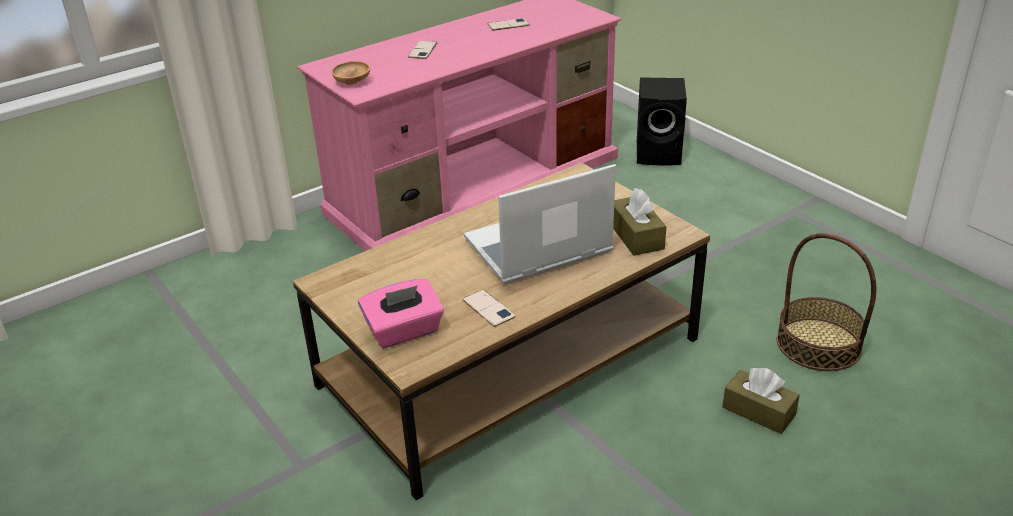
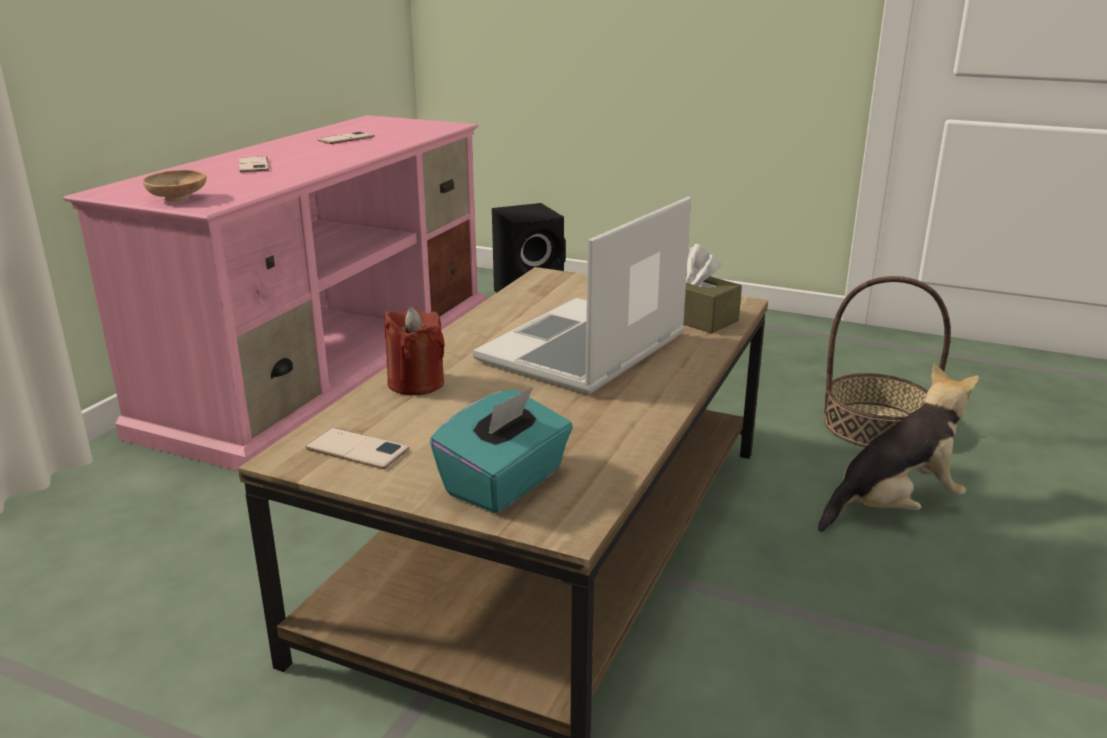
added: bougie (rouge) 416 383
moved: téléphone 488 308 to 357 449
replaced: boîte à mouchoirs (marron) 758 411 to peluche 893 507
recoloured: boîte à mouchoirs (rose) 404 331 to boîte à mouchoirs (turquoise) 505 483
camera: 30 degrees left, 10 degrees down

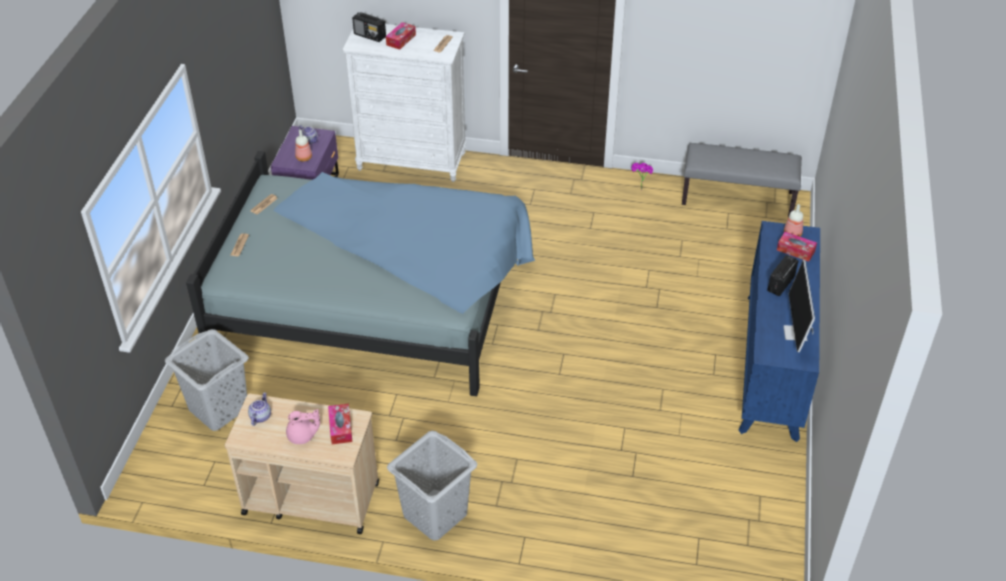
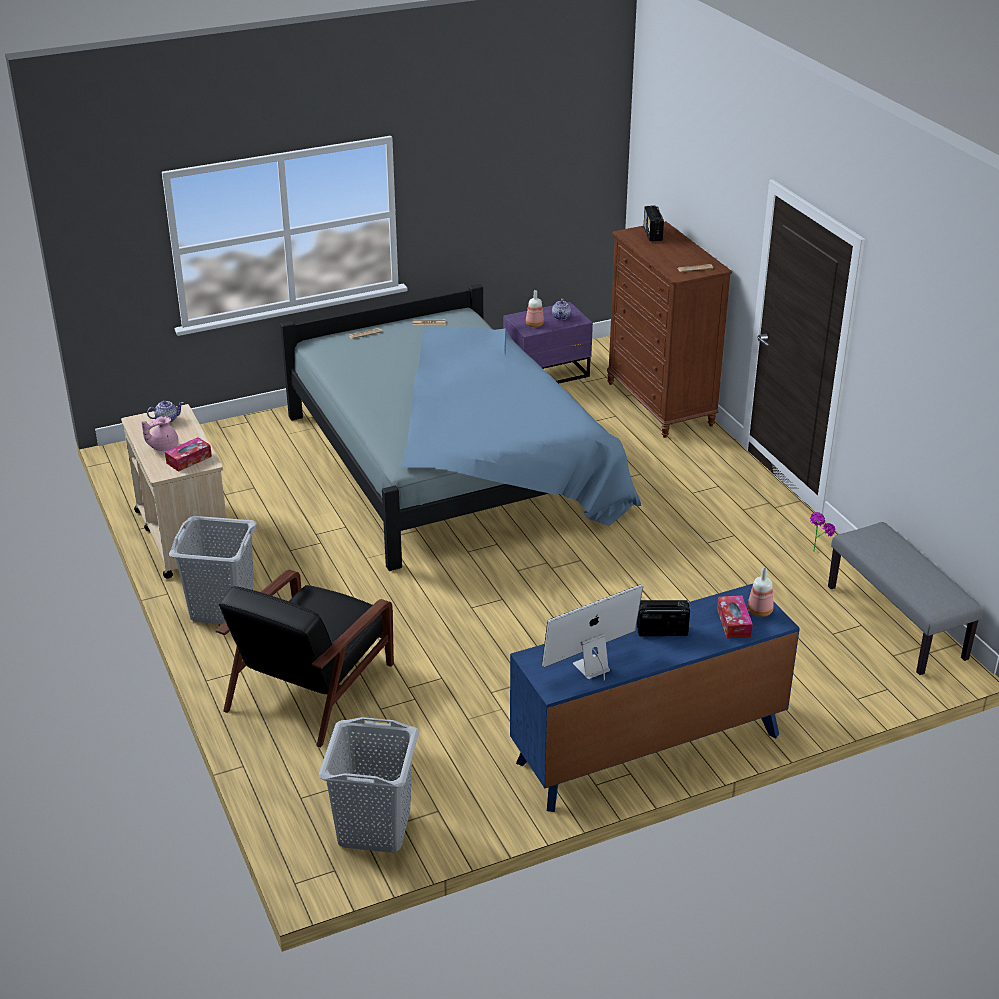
removed: boîte à mouchoirs 401 40
added: fauteuil (noir) 312 685
moved: panier à linge (gris) 218 409 to 373 828
recoloured: commode (blanc) 412 161 to commode (marron) 660 404
turned: théière (rose) 303 436 = 163 447 90 degrees clockwise
camera: 55 degrees right, 10 degrees down

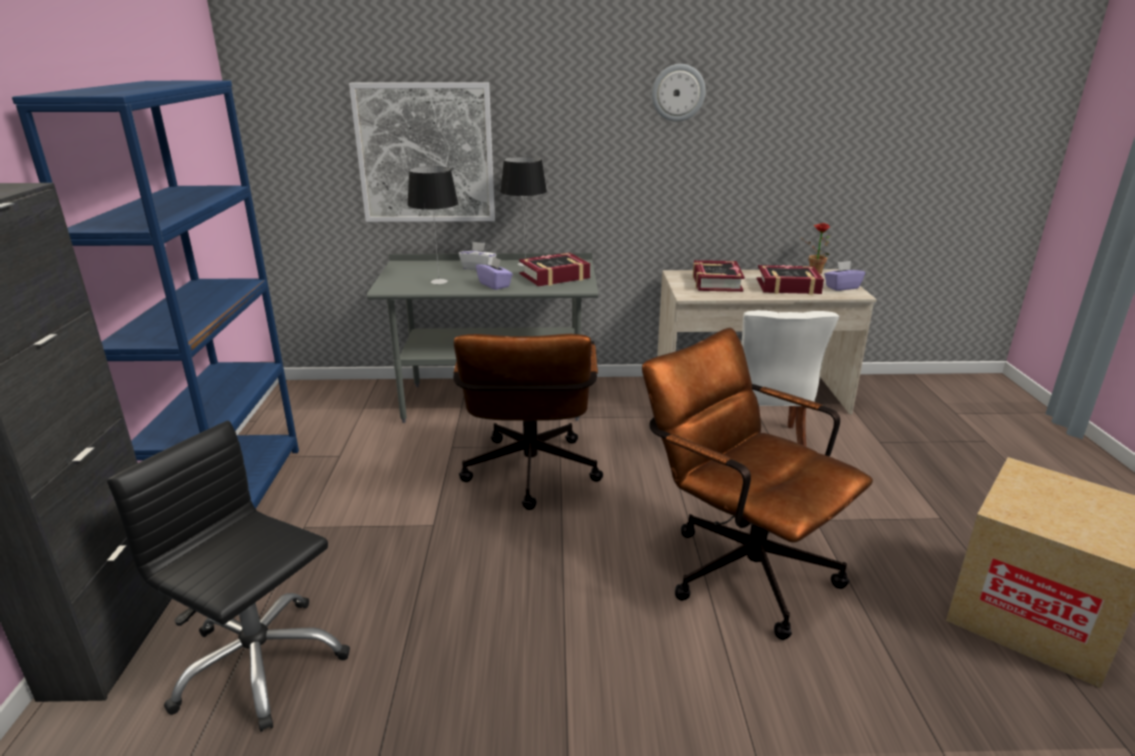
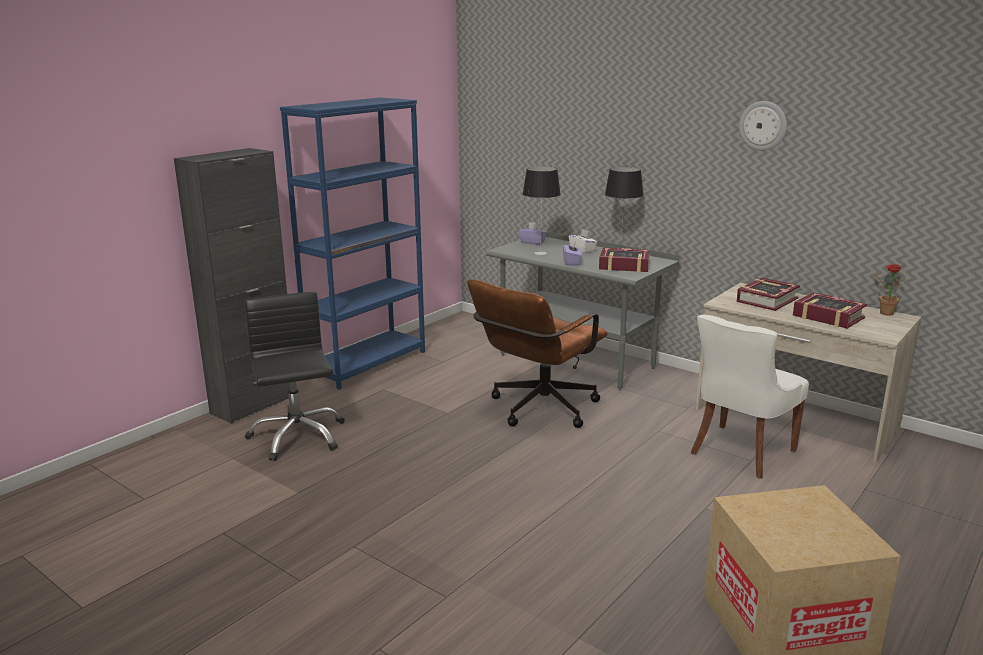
removed: tableau 425 154; chaise de bureau (marron) 738 566
moved: boîte à mouchoirs (violet) 841 287 to 532 242
camera: 40 degrees right, 5 degrees down

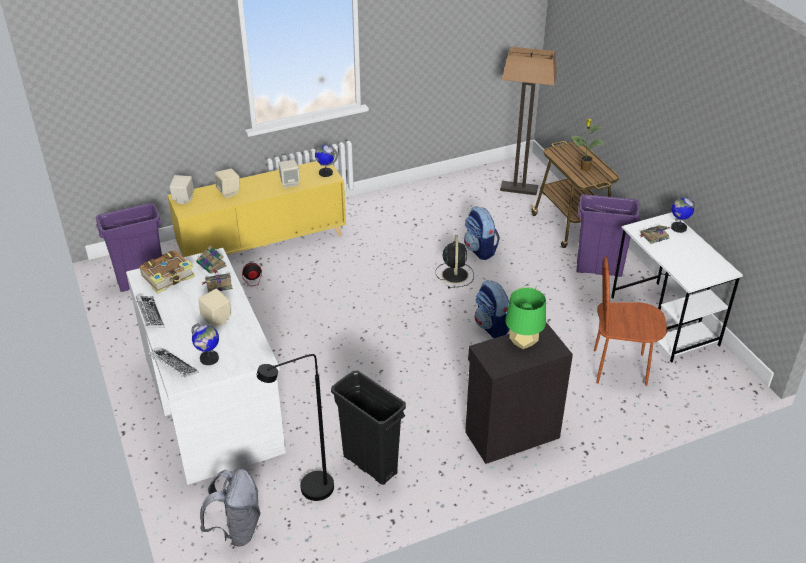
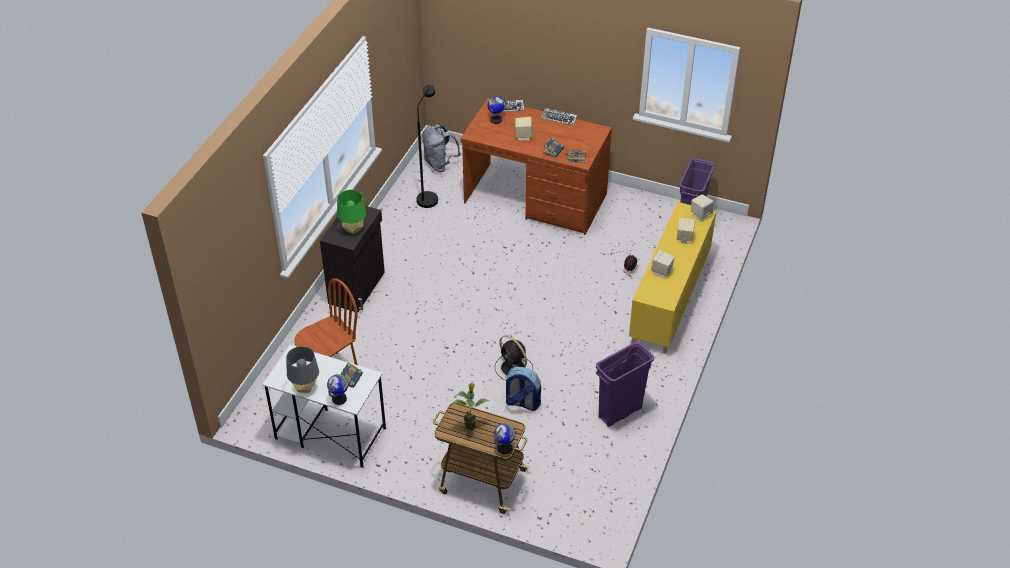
removed: lampadaire 519 189; livre 169 277; sac à dos 492 326; poubelle (noir) 369 464
added: lampe de table (gris) 305 388
moved: globe 325 173 to 504 448; poubelle (violet) 599 269 to 620 412
recoloured: bureau (blanc) 213 403 to bureau (marron) 535 199
camera: 135 degrees right, 5 degrees up

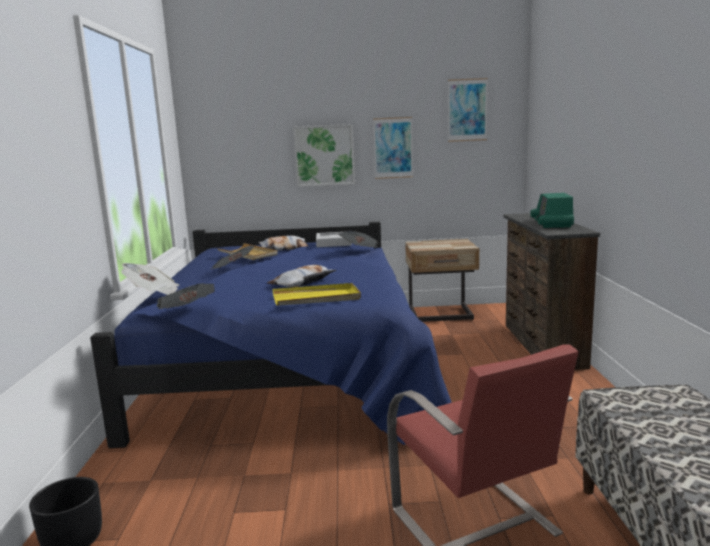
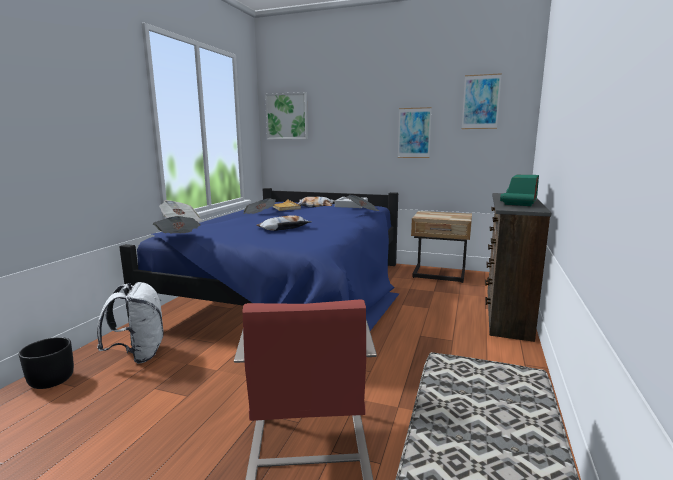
removed: plateau (jaune) 316 298
added: sac à dos (blanc) 139 355
moved: tableau 324 155 to 287 116
camera: 20 degrees right, 0 degrees up

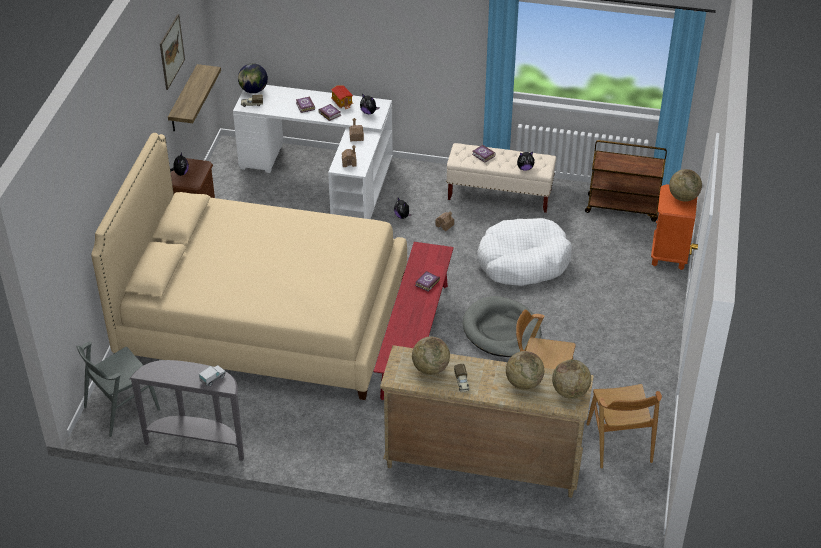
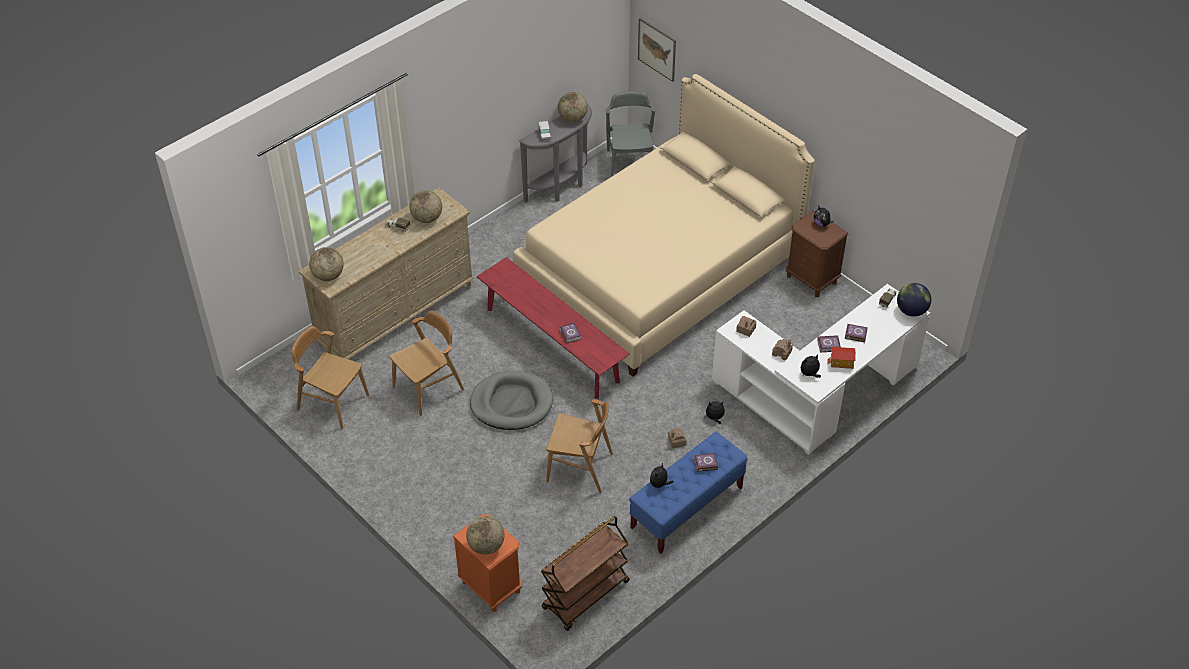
removed: étagère 183 99
moved: tableau 171 51 to 657 49; globe 523 383 to 572 118
replaced: panier pour chien (blanc) 522 261 to chaise (marron) 580 468
recoloured: banc (beige) 500 195 to banc (bleu) 686 508
camera: 125 degrees right, 5 degrees up

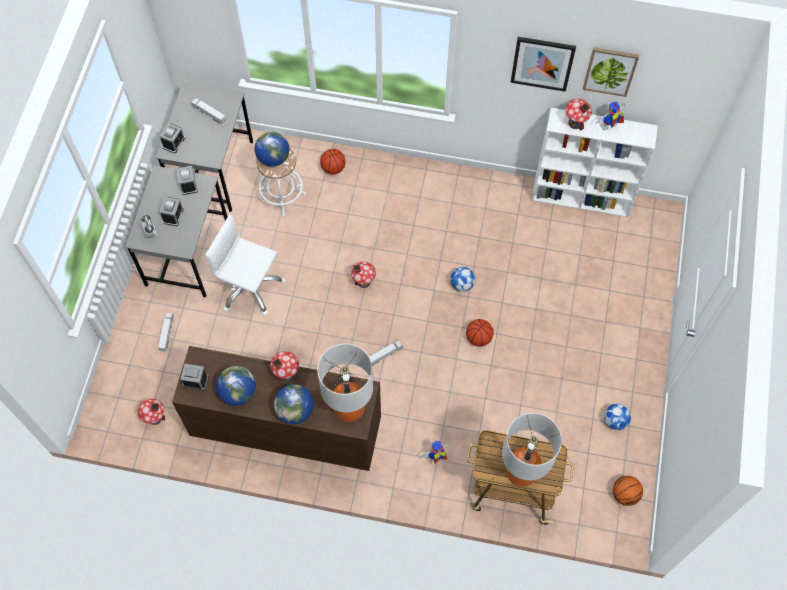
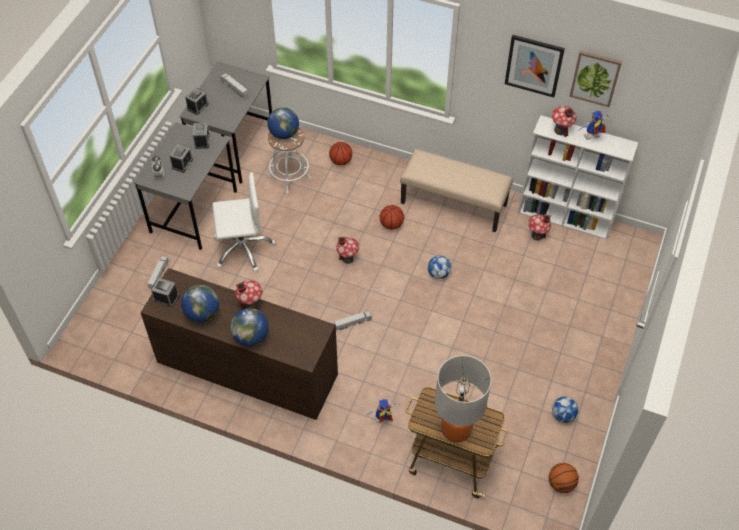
removed: lampe de table 348 407
added: banc (beige) 454 204
moved: ballon de basket 478 338 to 391 224; maison miniature 155 418 to 537 235
turned: chaise de bureau (blanc) 250 288 = 243 248 135 degrees clockwise
camera: 10 degrees right, 10 degrees down

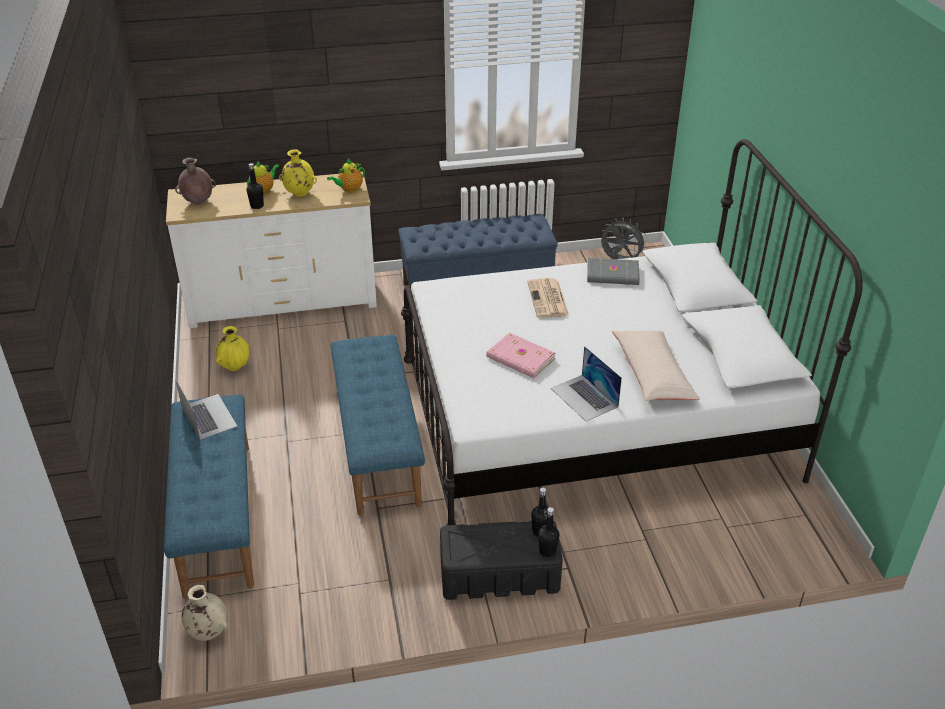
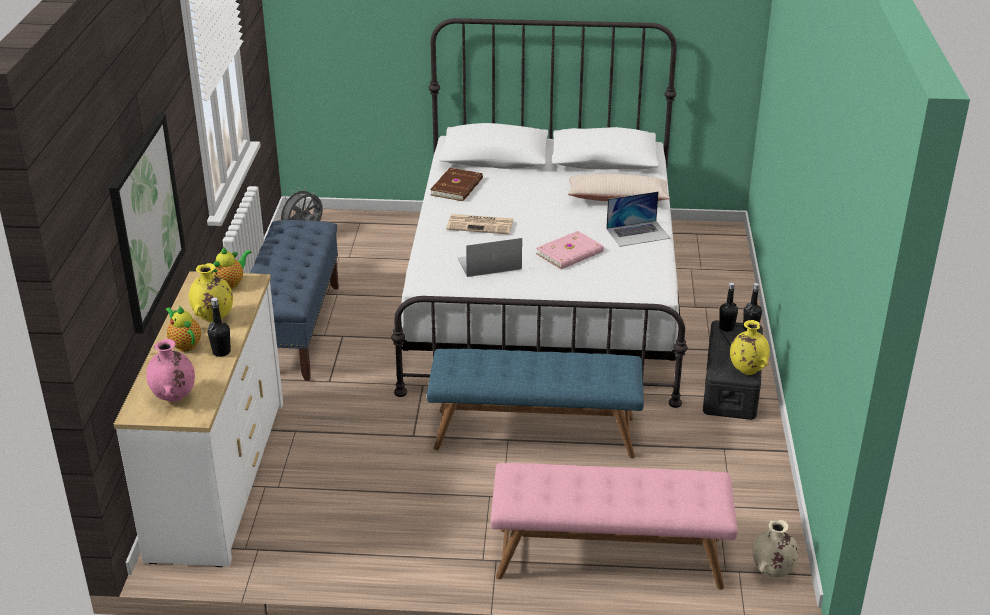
added: tableau 146 221
moved: vase (jaune) 235 367 to 746 370; ordinateur portable 208 416 to 489 263
recoloured: vase (marron) 198 202 to vase (rose) 174 398; livre (gris) 613 275 to livre (marron) 458 187; banc (bleu) 217 516 to banc (rose) 608 558
turned: théière 349 189 = 230 284 120 degrees counterclockwise
camera: 75 degrees left, 5 degrees down

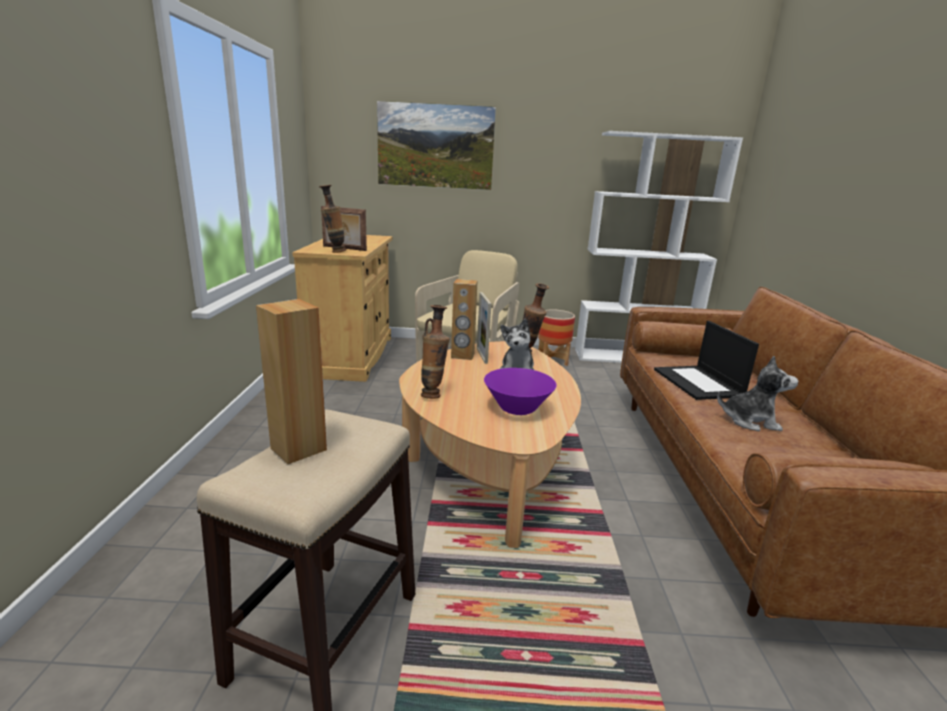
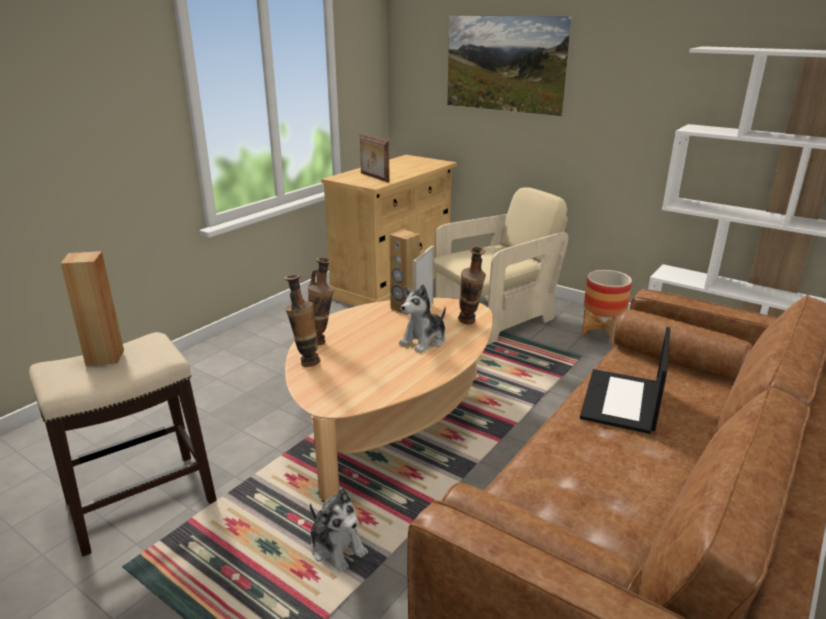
removed: bol (violet) 518 408
moved: vase 334 252 to 305 362; peluche 750 421 to 337 548
camera: 35 degrees right, 5 degrees up

